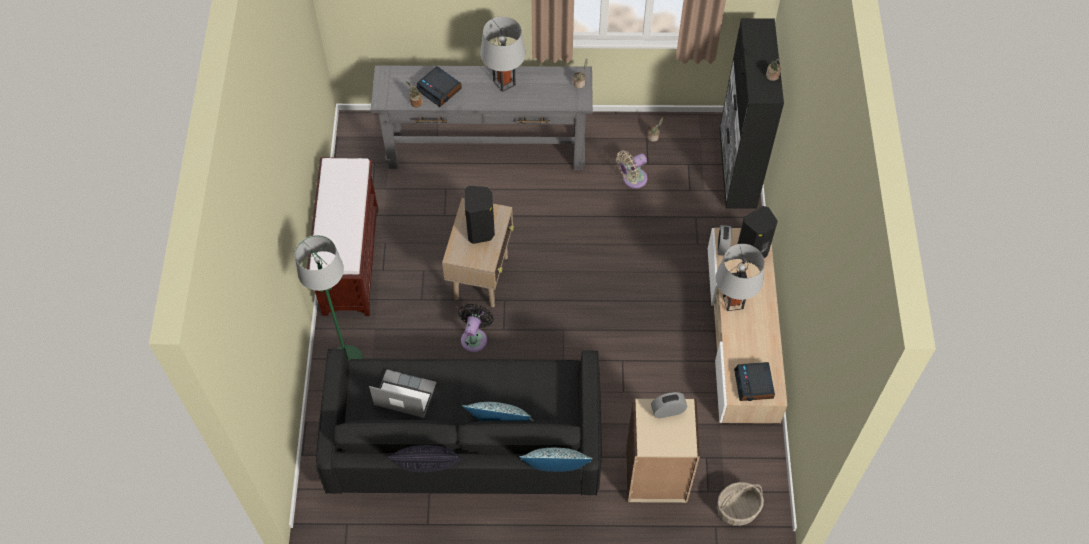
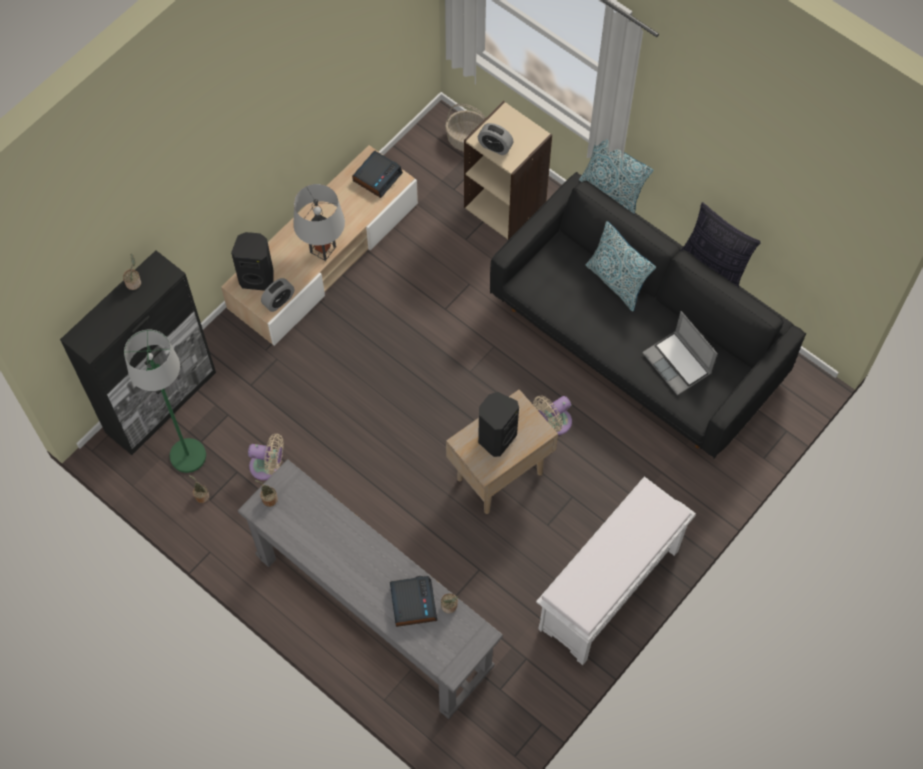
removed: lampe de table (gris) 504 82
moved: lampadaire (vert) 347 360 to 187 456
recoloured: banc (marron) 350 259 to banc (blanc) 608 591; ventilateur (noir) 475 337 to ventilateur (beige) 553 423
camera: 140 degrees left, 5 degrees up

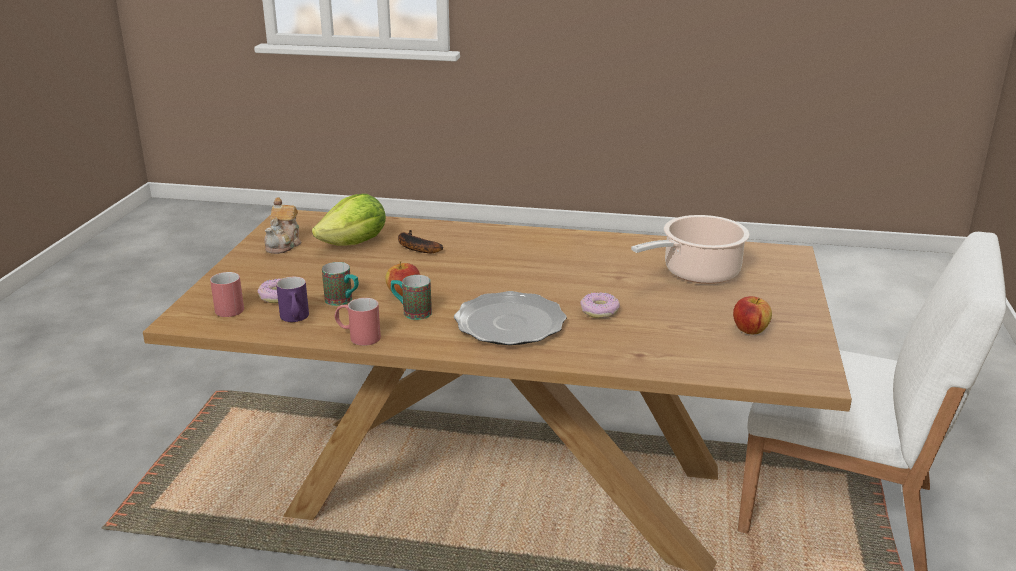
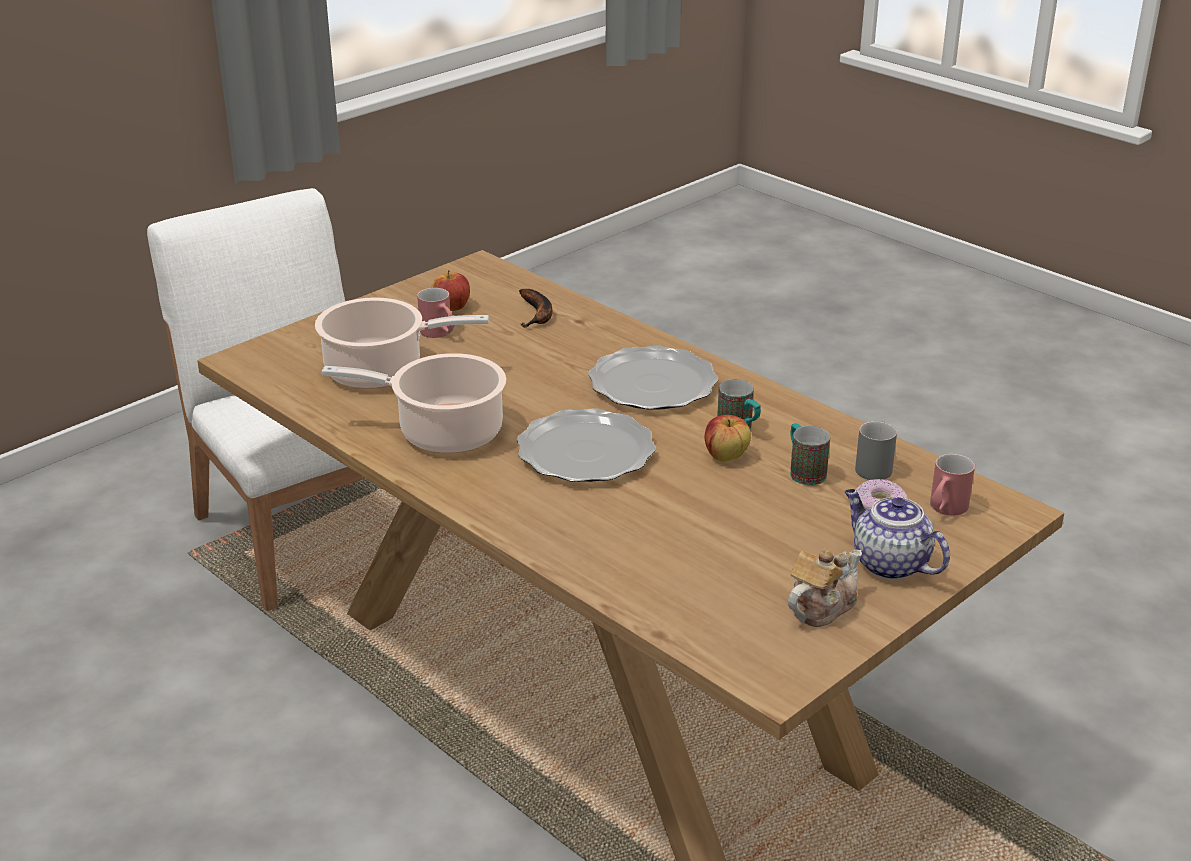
removed: laitue 355 243; beignet 599 311
added: marmite 443 432; assiette 586 452; théière 888 563
moved: banane 414 247 to 537 314; mug (rouge) 358 337 to 440 334
recoloured: mug (violet) 295 319 to mug (gris) 875 465
camera: 145 degrees left, 5 degrees up

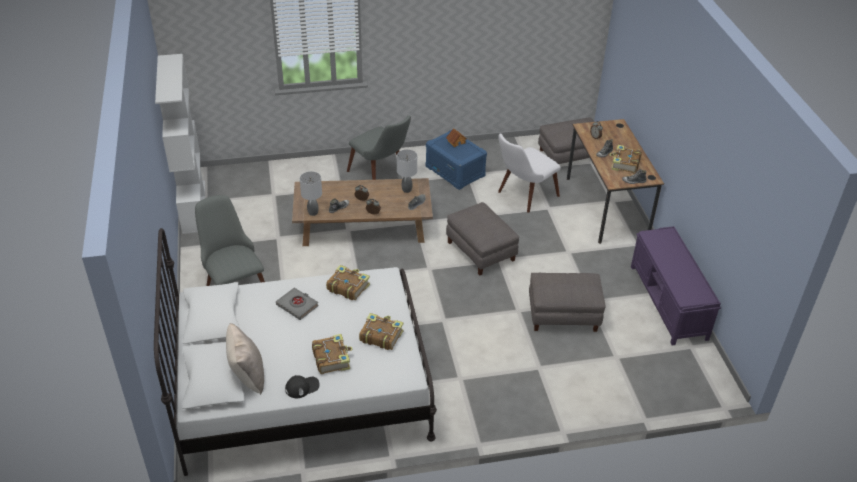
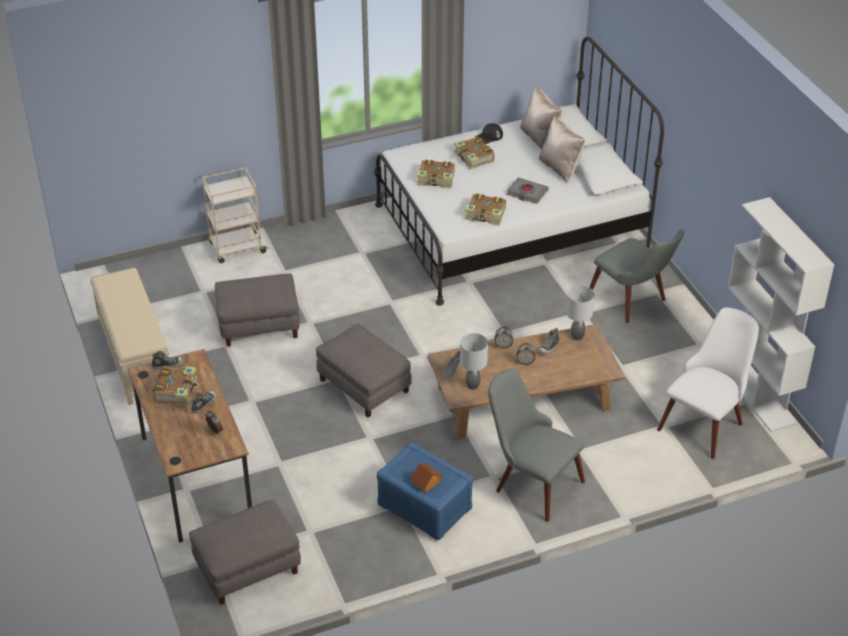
added: coussin (beige) 560 168; chariot (beige) 236 248
moved: chaise (blanc) 522 196 to 706 421
recoloured: banc (violet) 668 302 to banc (beige) 135 355
camera: 170 degrees right, 0 degrees up

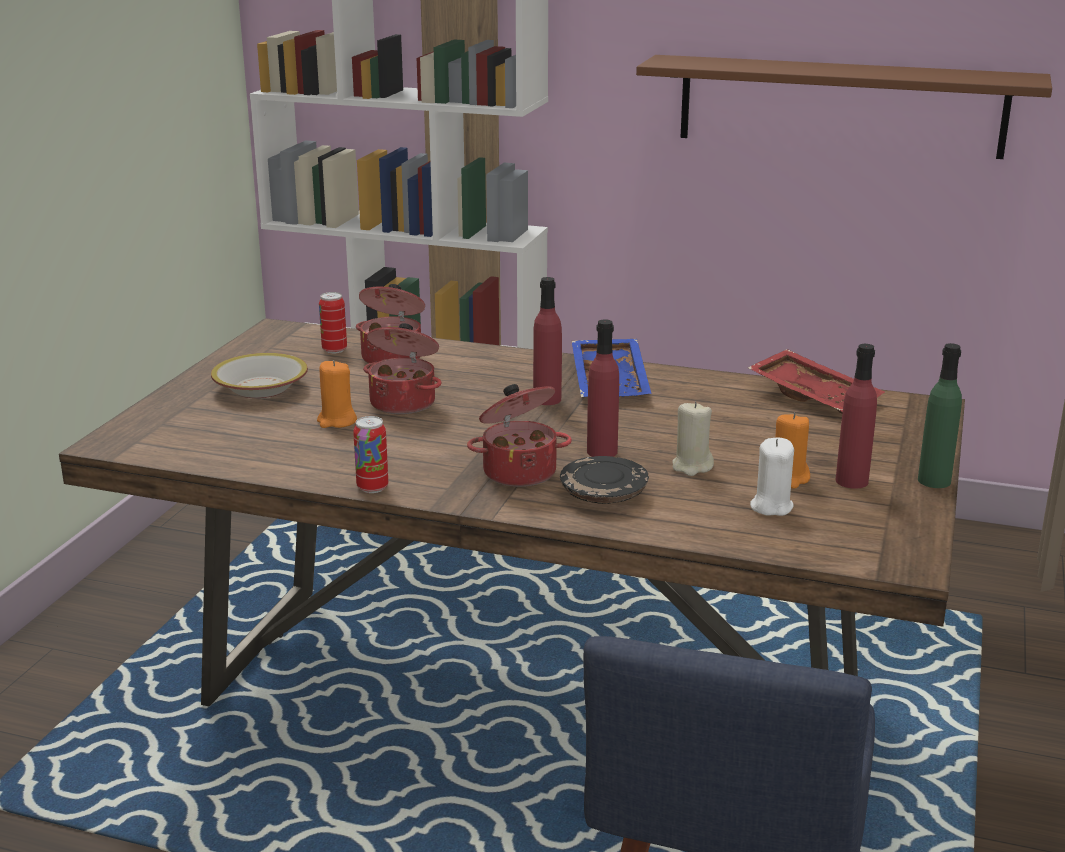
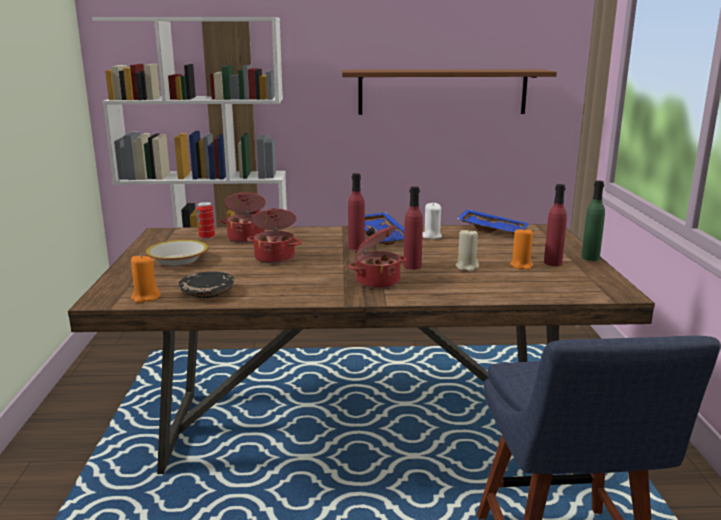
removed: boîte métallique 372 487
moved: bougie (orange) 337 421 to 145 297; bougie (blanc) 771 506 to 431 236; assiette (noir) 604 494 to 207 293
recoloured: plateau (rouge) 815 396 to plateau (bleu) 492 230
camera: 20 degrees left, 5 degrees down

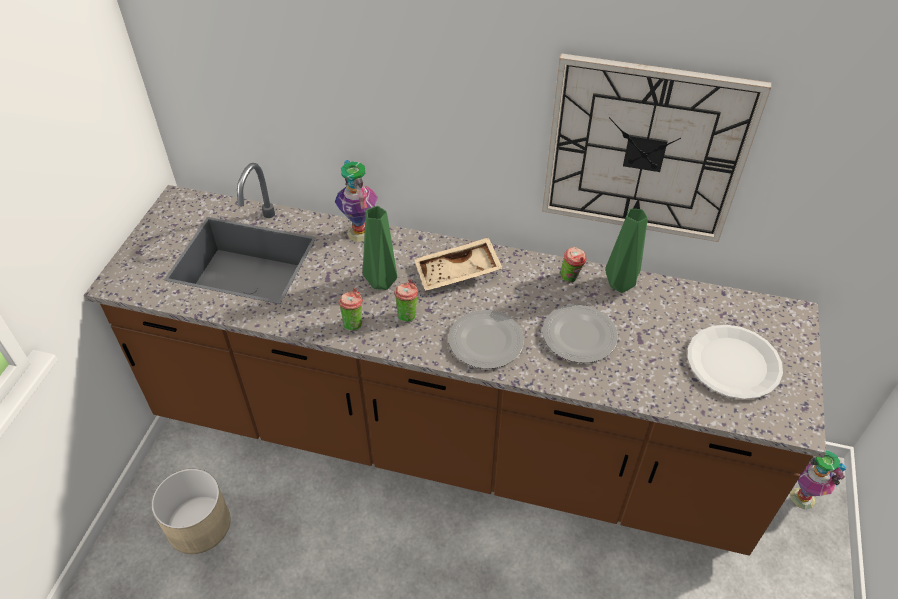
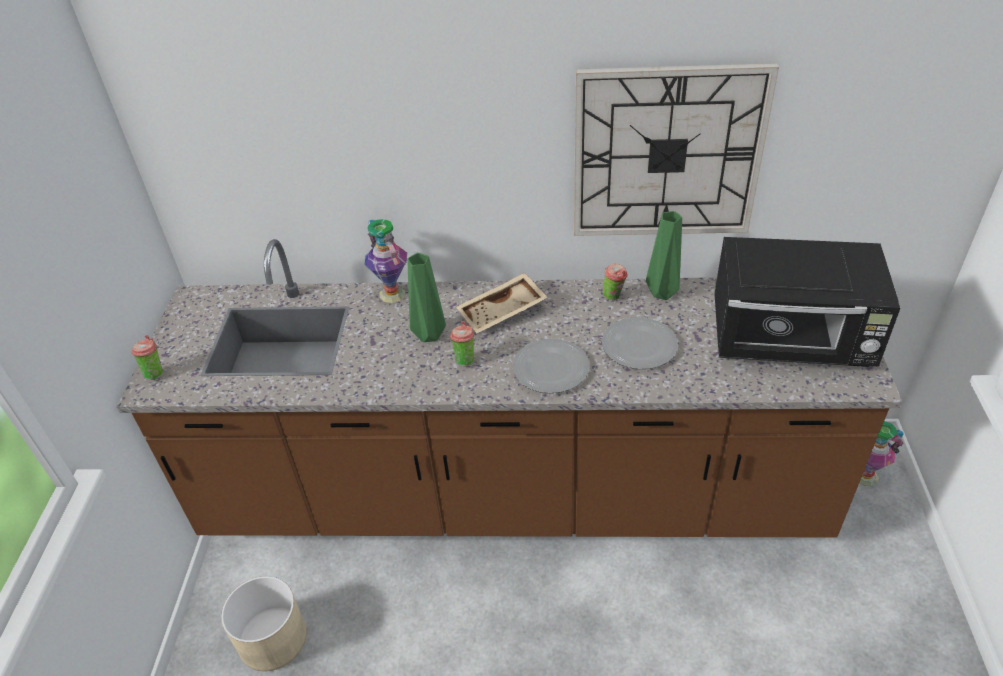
moved: tasse 353 323 to 155 373
replaced: assiette (blanc) 733 363 to micro-ondes (noir) 791 341
camera: 10 degrees left, 5 degrees down

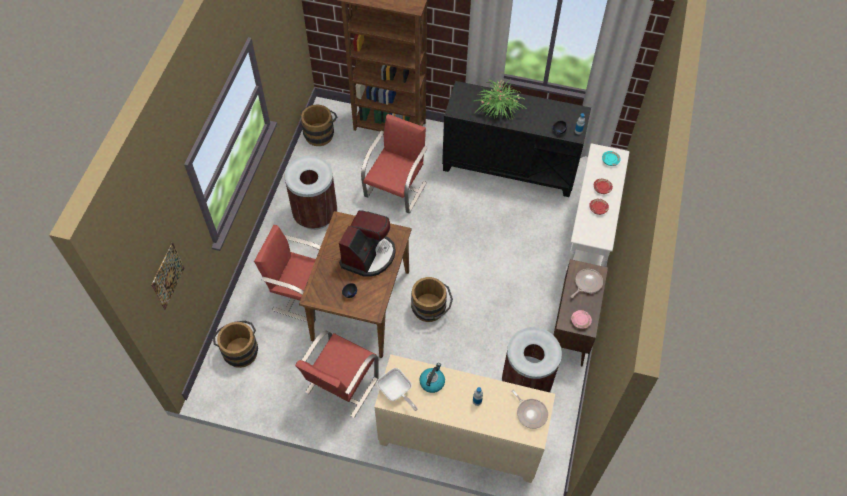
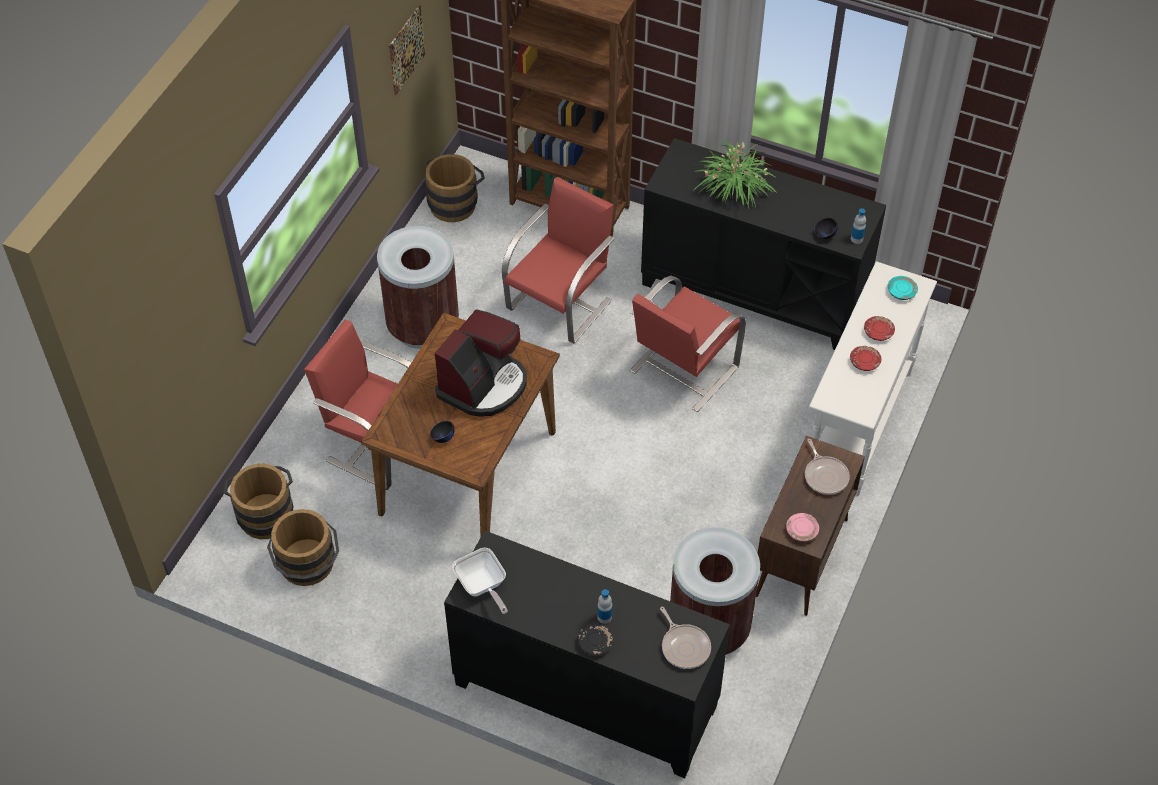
removed: bouilloire 432 382
added: assiette (noir) 595 643
moved: tableau 167 276 to 406 50; seau (marron) 430 310 to 308 568; chaise (rouge) 340 386 to 682 370
recoloured: meuble de rangement (beige) 460 439 to meuble de rangement (noir) 584 697
turned: poêle 587 283 = 825 476 105 degrees clockwise
camera: 10 degrees right, 5 degrees down

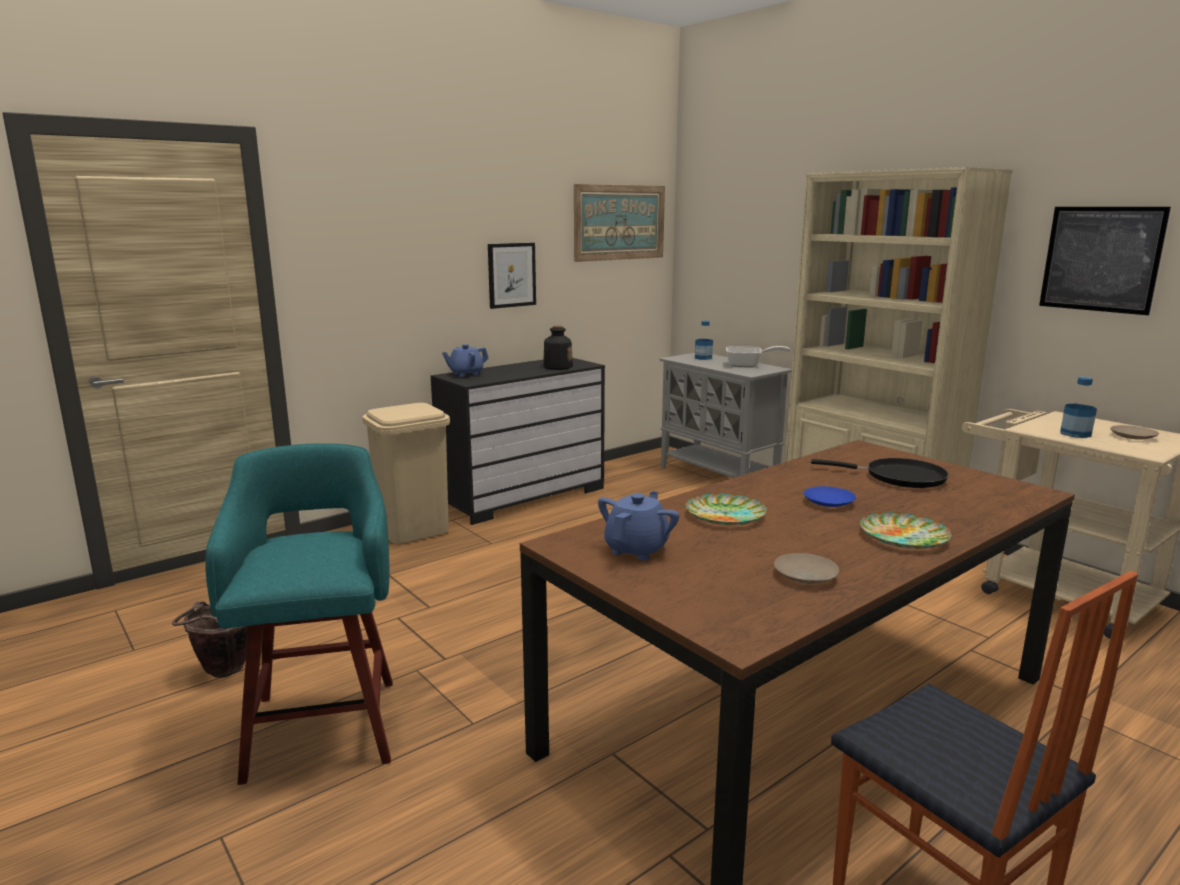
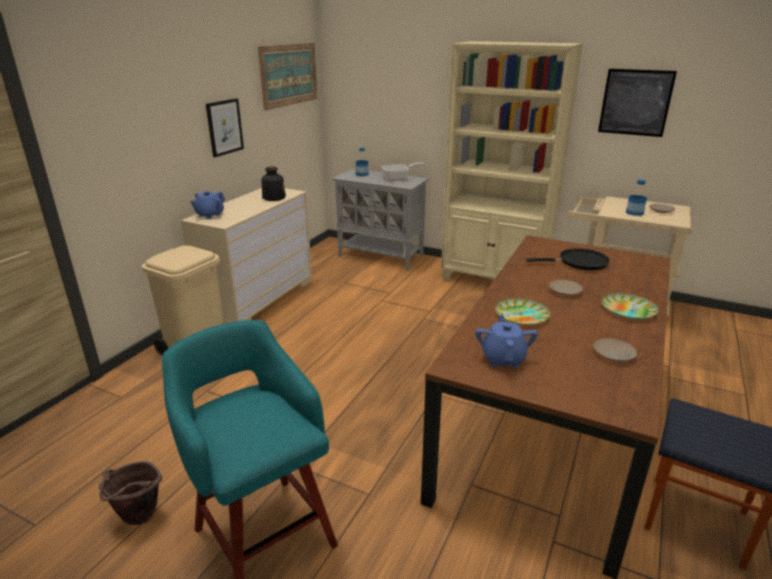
recoloured: commode (noir) 523 496 to commode (beige) 258 298; assiette (bleu) 828 502 to assiette (beige) 565 291
camera: 25 degrees left, 10 degrees up

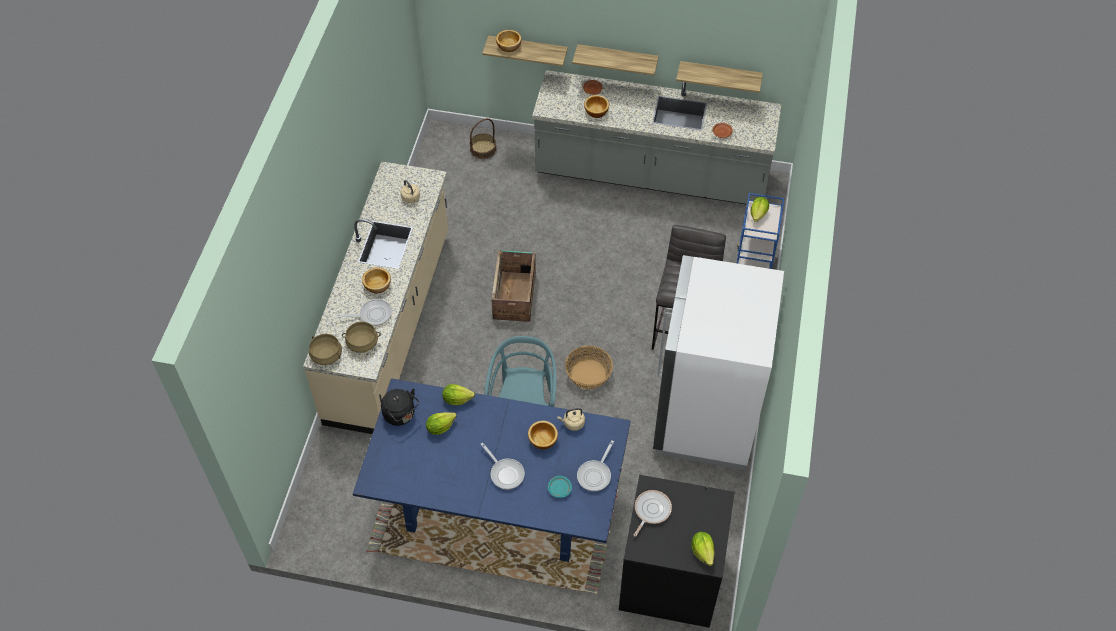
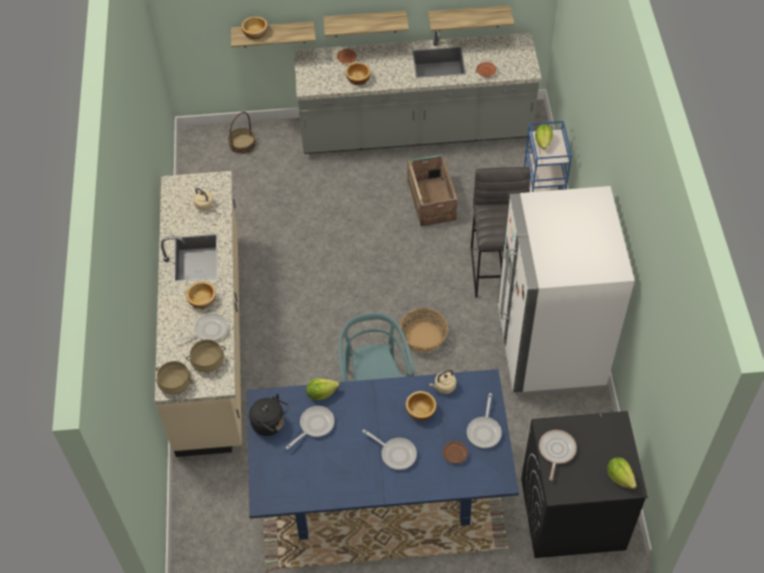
moved: caisse 515 295 to 431 200
replaced: laitue 440 427 to poêle 314 425
recoloured: assiette (turquoise) 559 488 to assiette (marron) 454 454
camera: 15 degrees left, 0 degrees up

